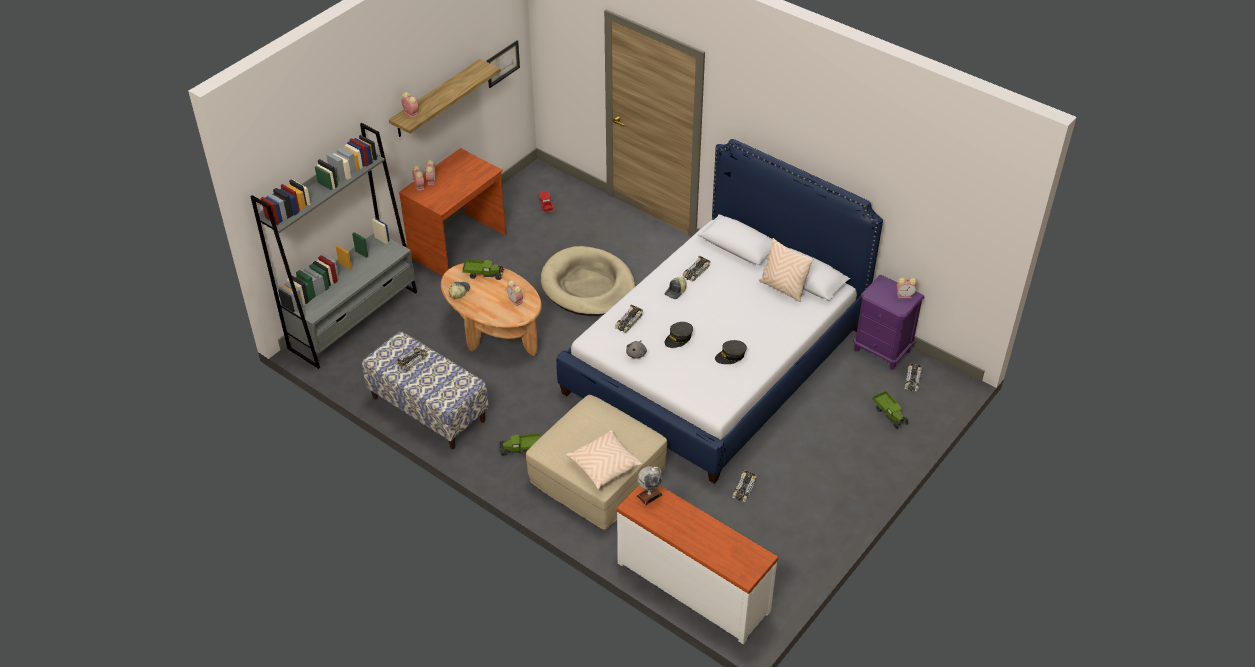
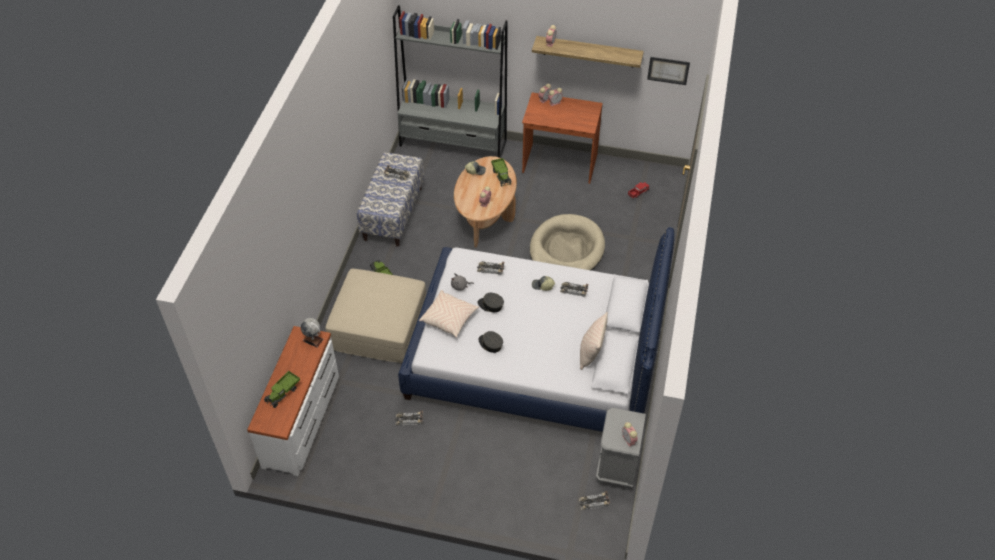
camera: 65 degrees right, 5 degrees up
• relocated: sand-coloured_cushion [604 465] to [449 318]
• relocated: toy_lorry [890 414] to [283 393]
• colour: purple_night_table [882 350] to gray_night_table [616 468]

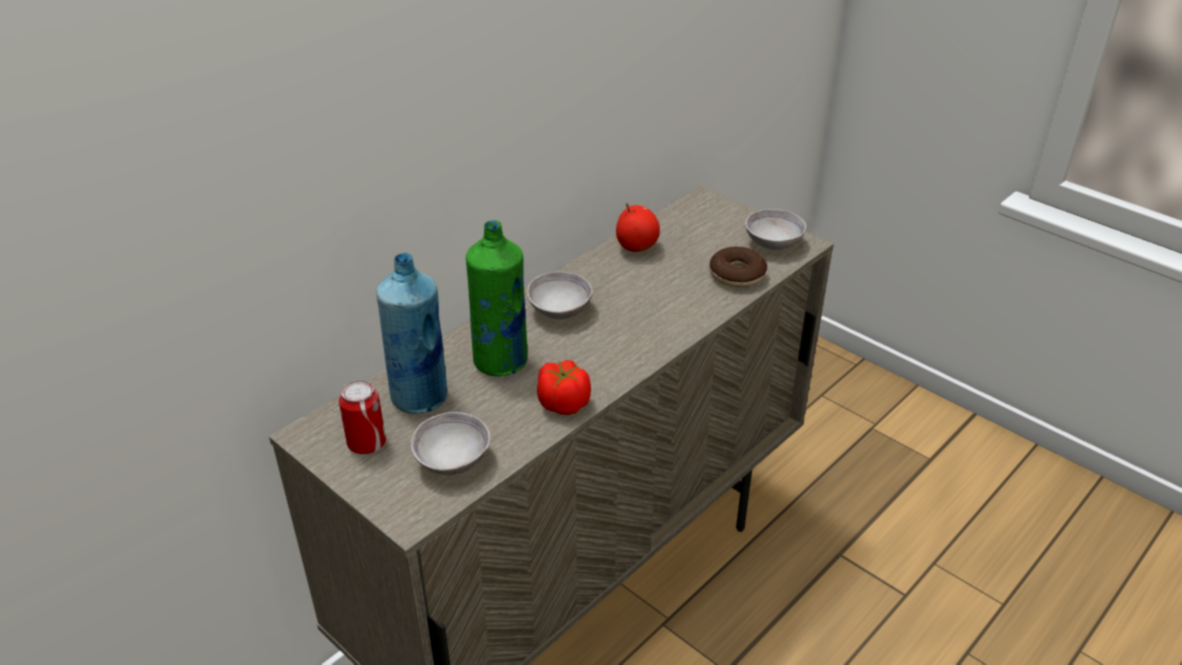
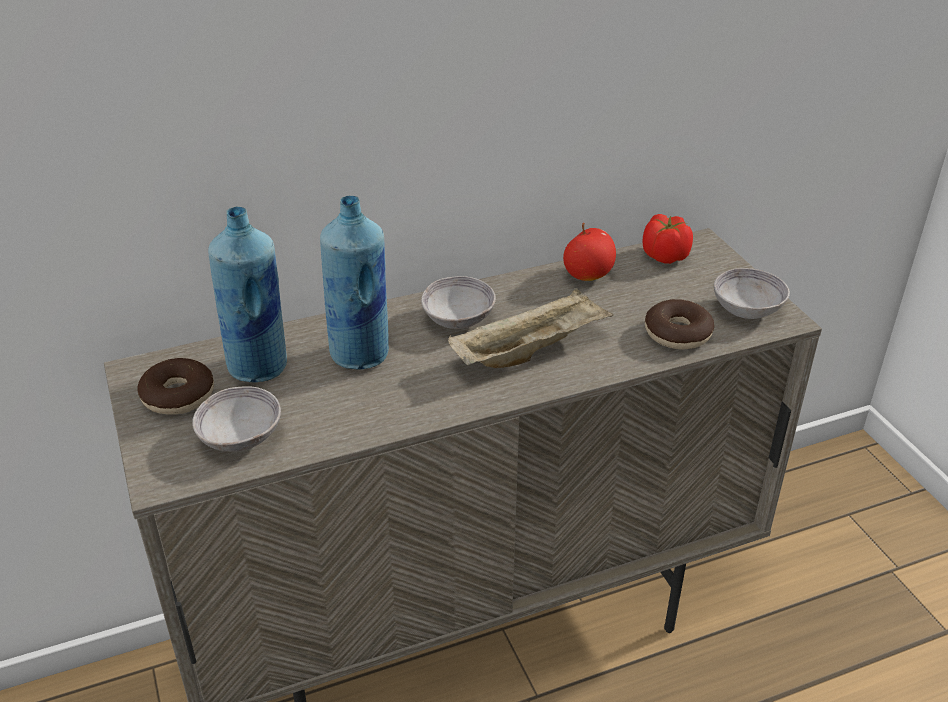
camera: 25 degrees right, 0 degrees up
• appeared: sand-coloured_carrying_tray [530 350]
• relocated: whole_tomato [563 403] to [665 255]
• exchanged: can [366 443] to donut [178 396]
• colour: greenish_drink_bottle [501 362] to bluish_drink_bottle [360 354]

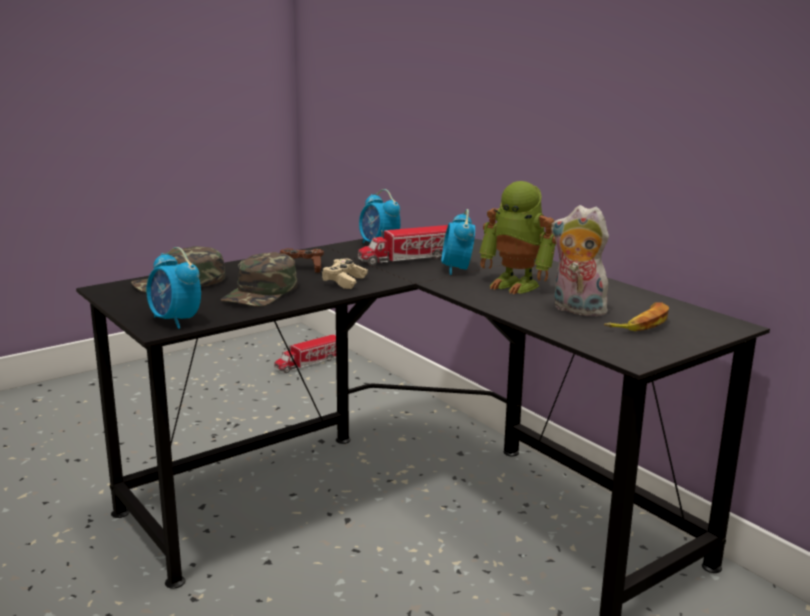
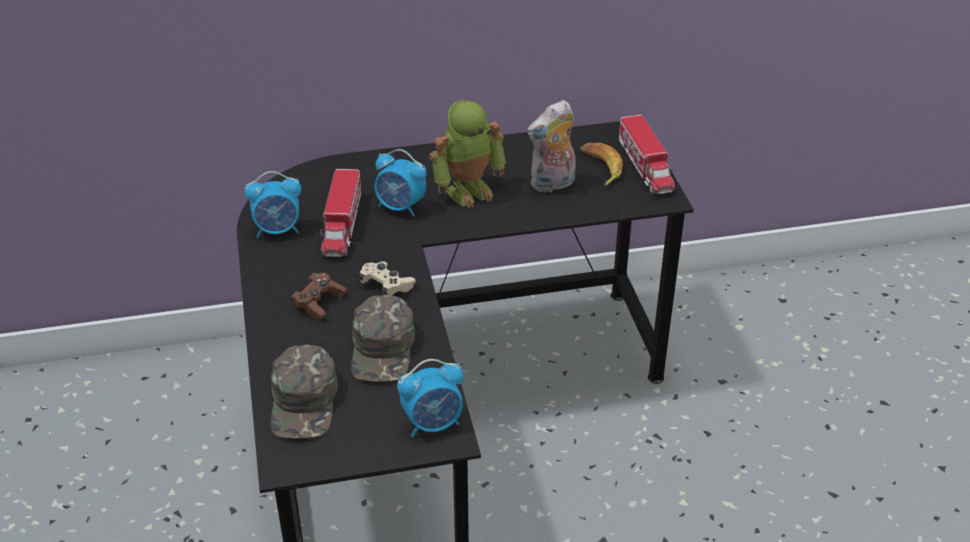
camera: 65 degrees left, 20 degrees up
• relocated: toy_lorry [309 363] to [645 166]
• spun: greenish_peaked_cap [261 293] = [383 348] 45 degrees clockwise

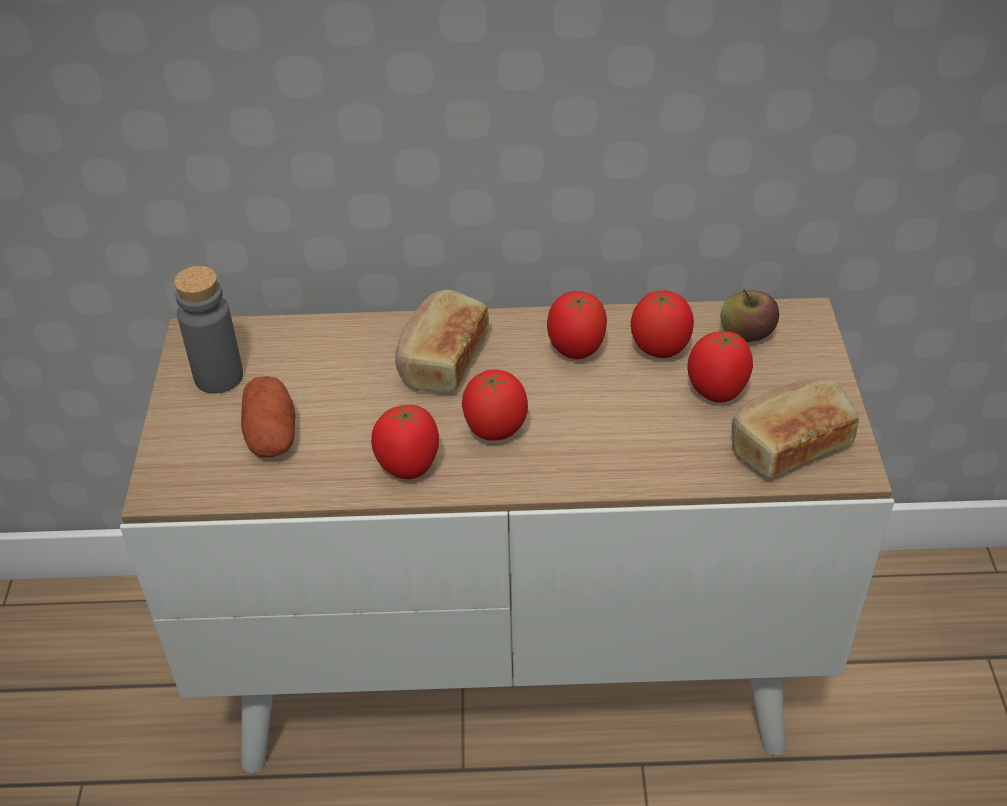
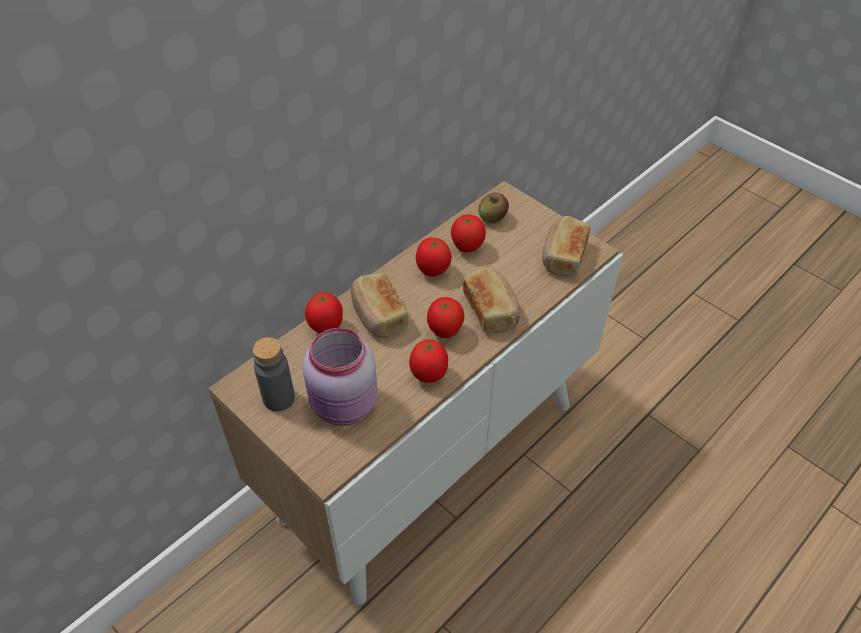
camera: 45 degrees left, 5 degrees up
• appeared: bread [491 310]
• relocated: whole_tomato [717 393] to [326 327]
• exchanged: whole_potato [271 434] to pink_preserve_jar [345 406]

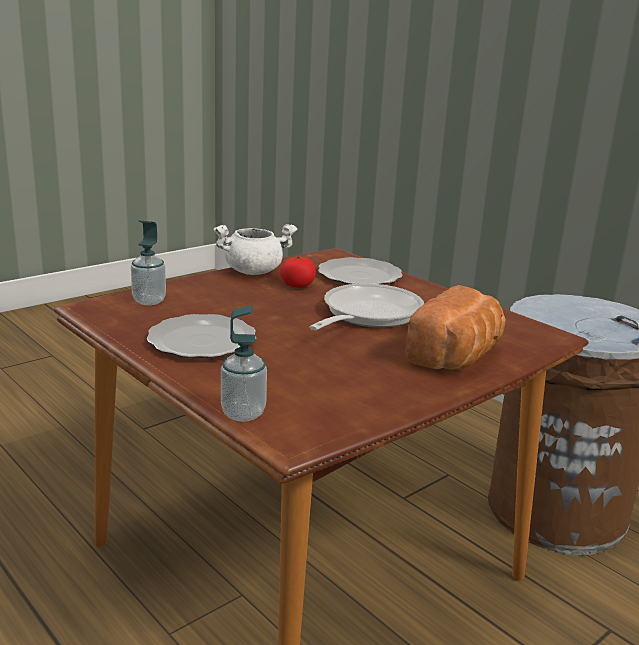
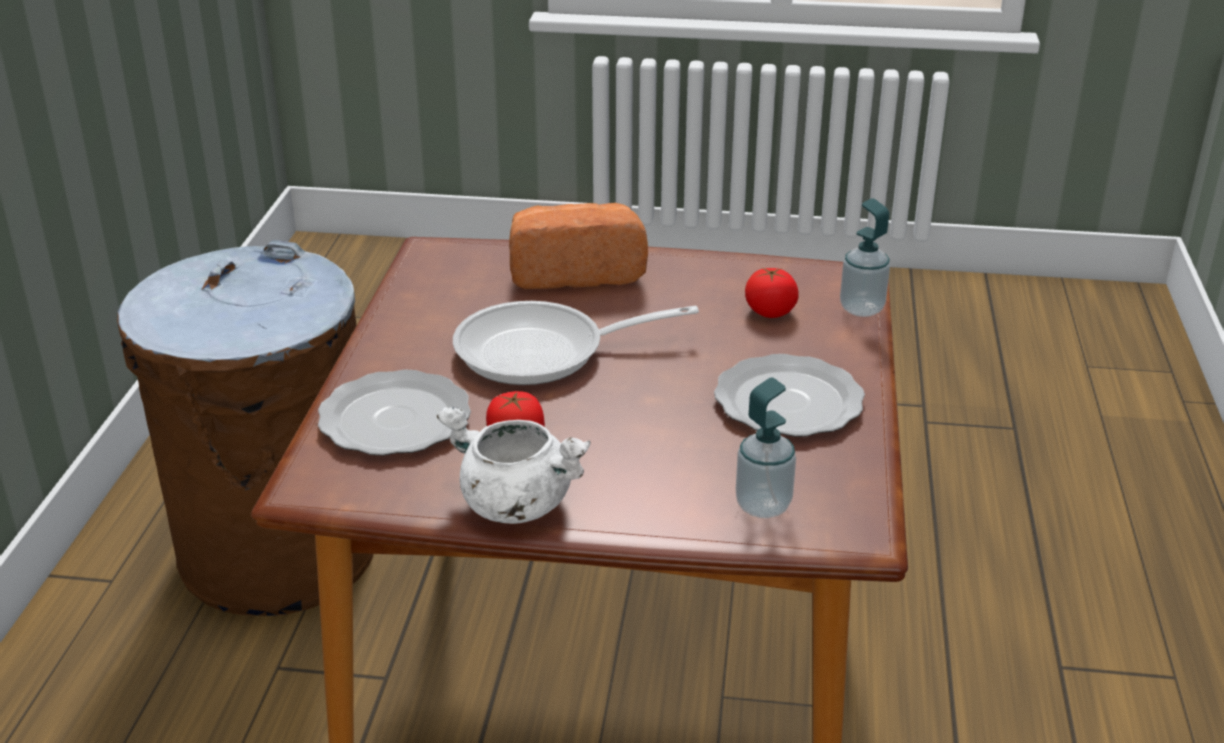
camera: 130 degrees left, 10 degrees up
• appeared: whole_tomato [770 311]

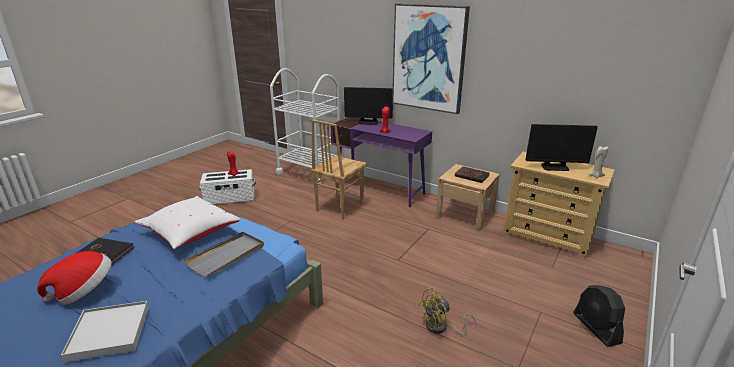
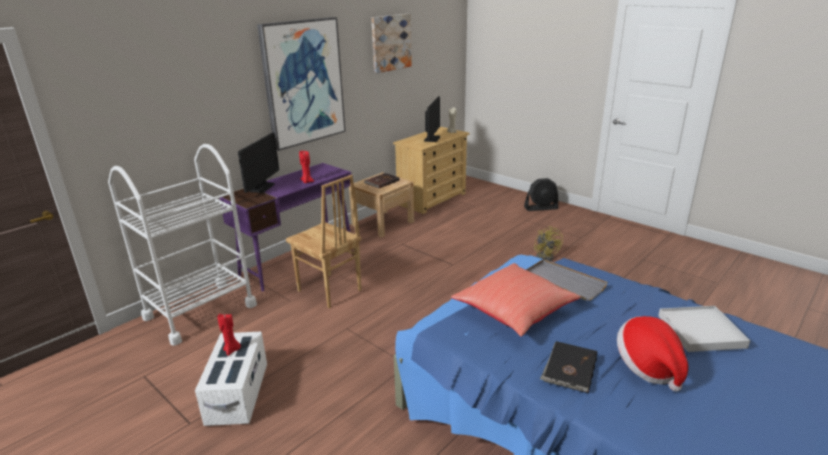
camera: 80 degrees left, 0 degrees up
• appeared: wall_picture [390 42]
• colour: whitish_cushion [190 234] to red_cushion [515 313]

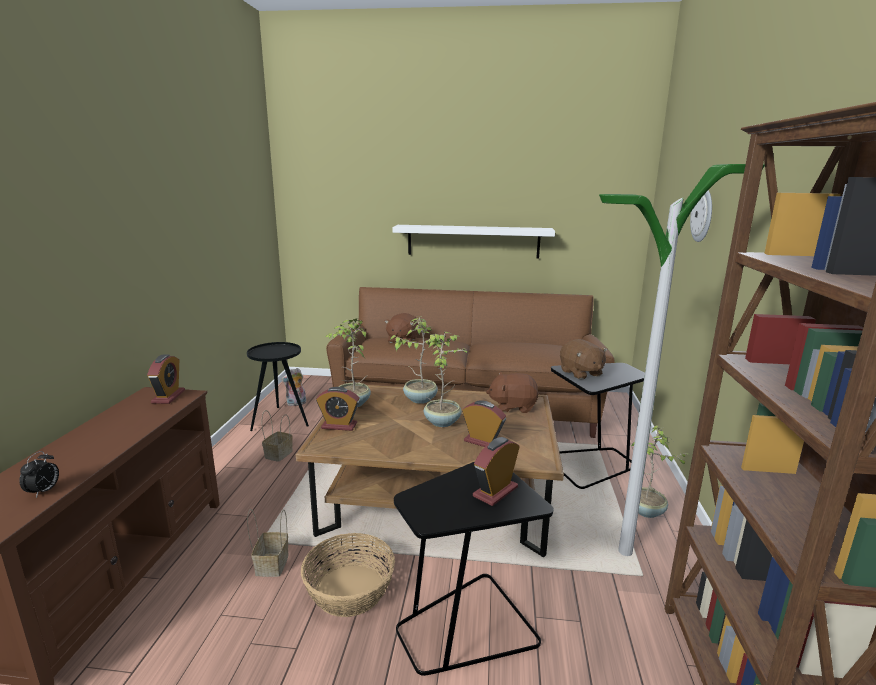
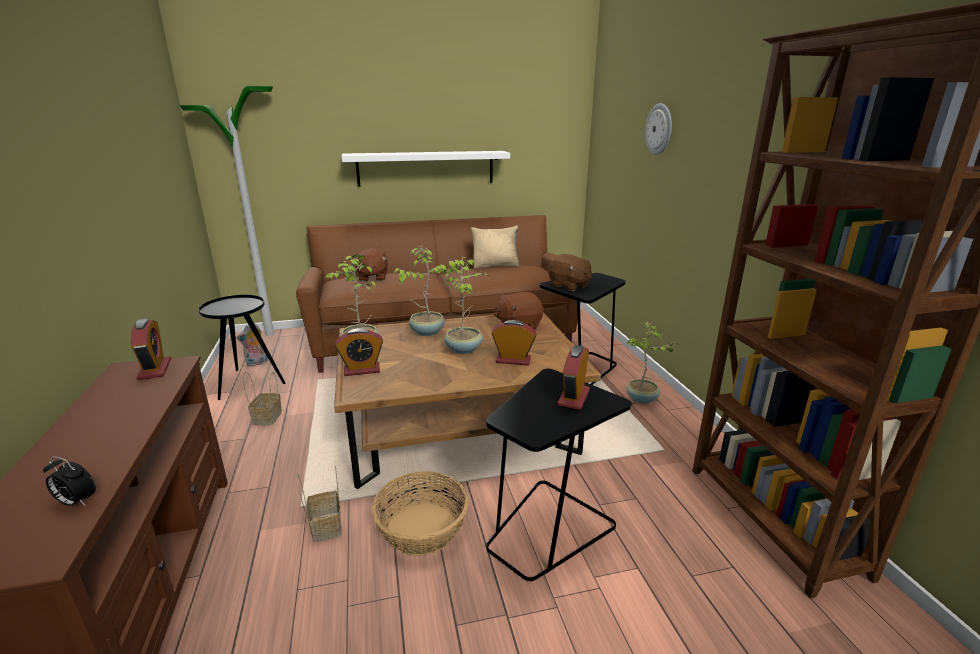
camera: 20 degrees left, 5 degrees up
• appeared: sand-coloured_cushion [496 266]
• relocated: floor_lamp [625 552] to [269 334]
• spun: alarm_clock [44 491] = [76 502] 120 degrees clockwise

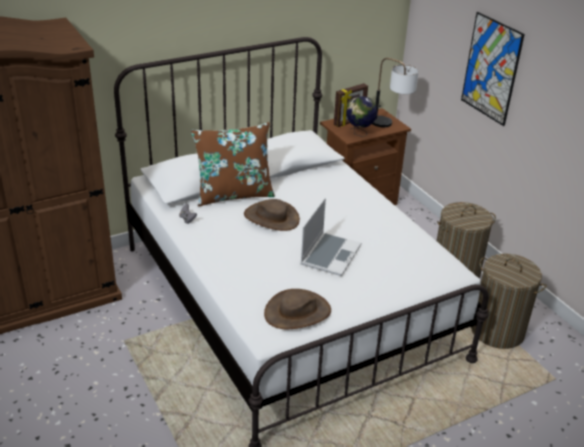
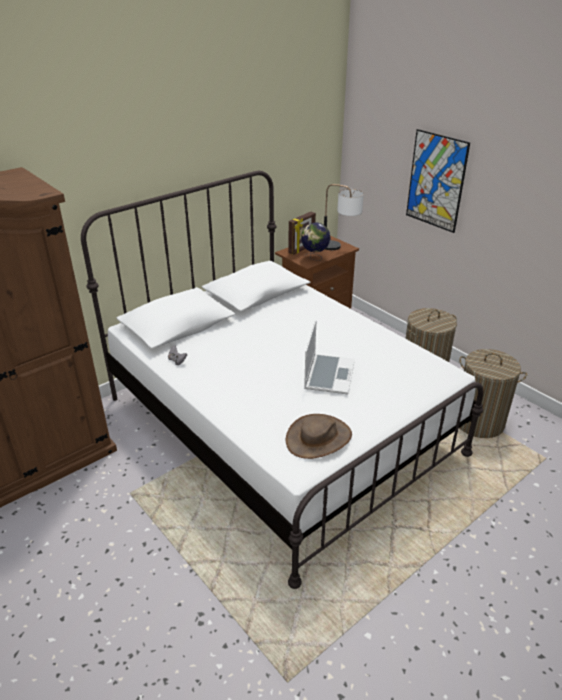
camera: 10 degrees left, 0 degrees up
• missing: brown-coloured_cushion [234 194]
• missing: brown-coloured_wearable_hat [271 217]

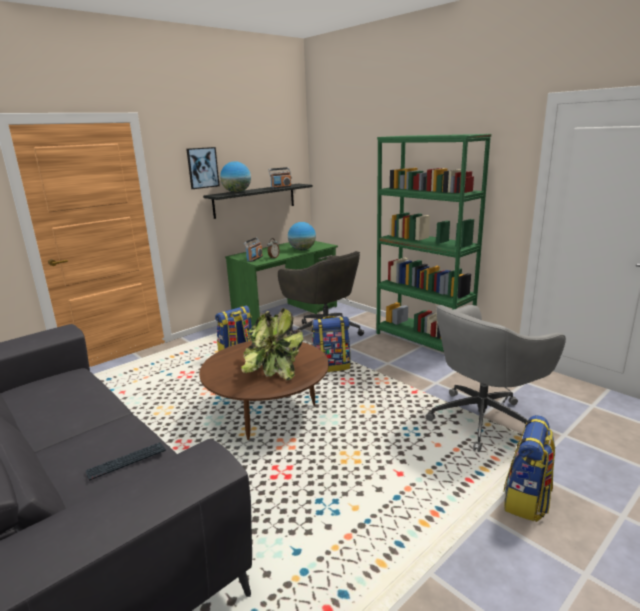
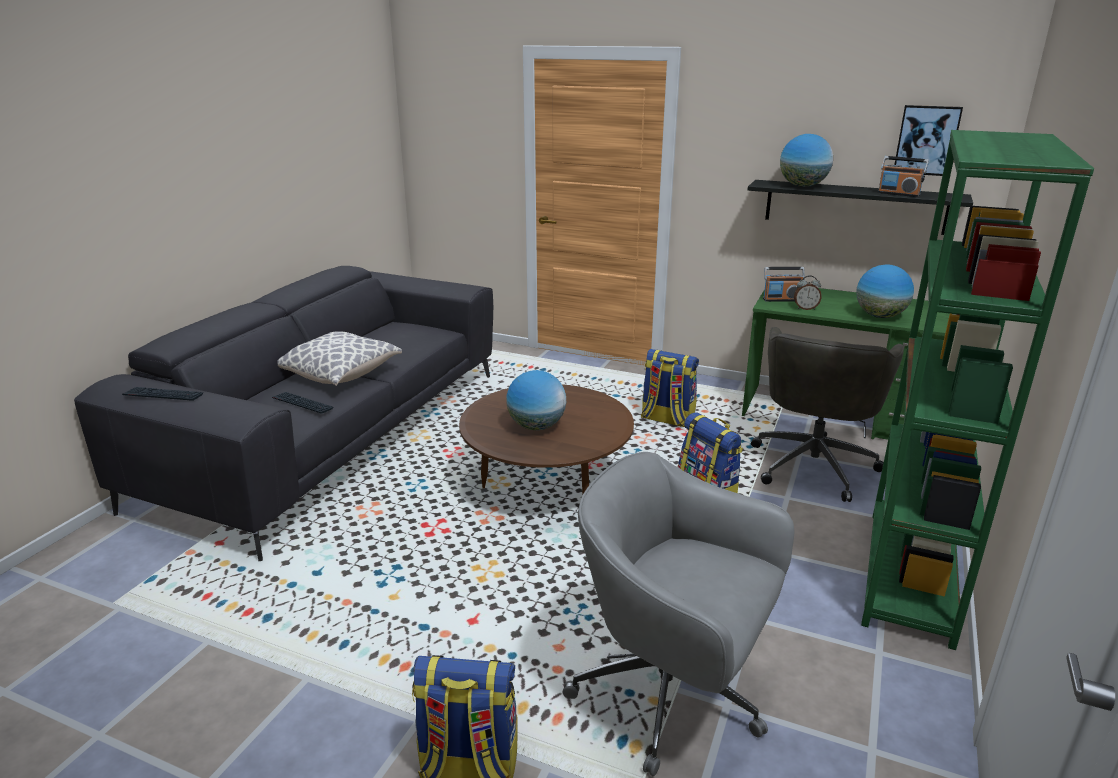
camera: 65 degrees right, 5 degrees up
• appeared: keyboard [163 395]
• appeared: cushion [341 375]
• relocated: wall_picture [202 167] to [926 140]
• exchanged: potted_plant [272 369] to desk_globe [536 426]

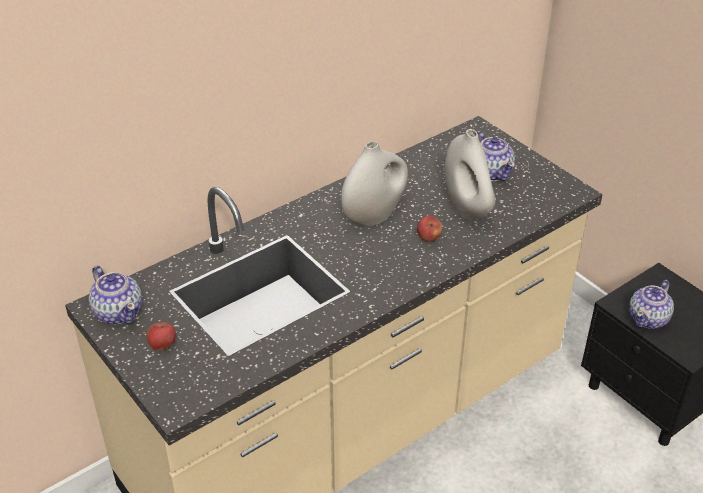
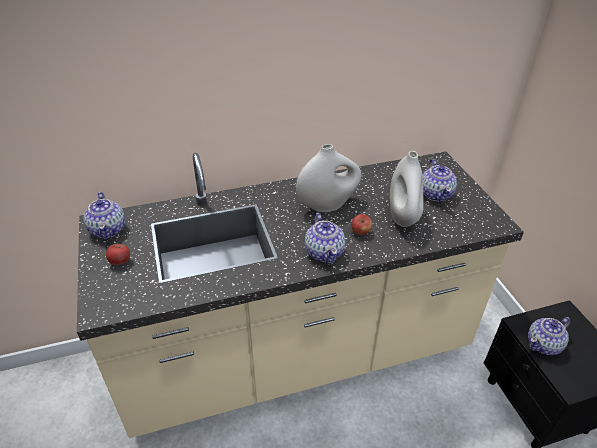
camera: 20 degrees right, 0 degrees up
• appeared: teapot [324 252]

